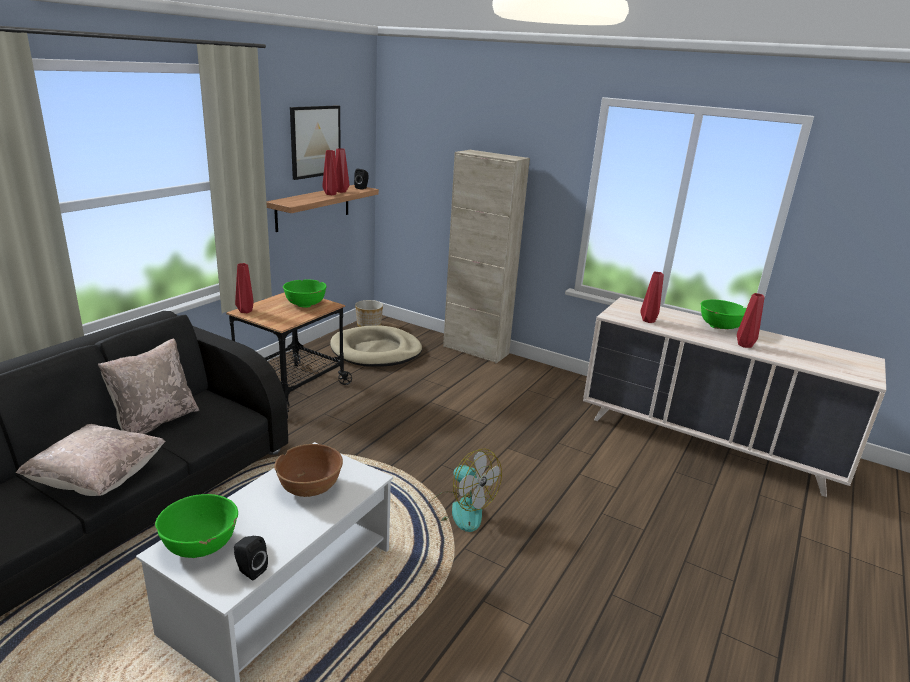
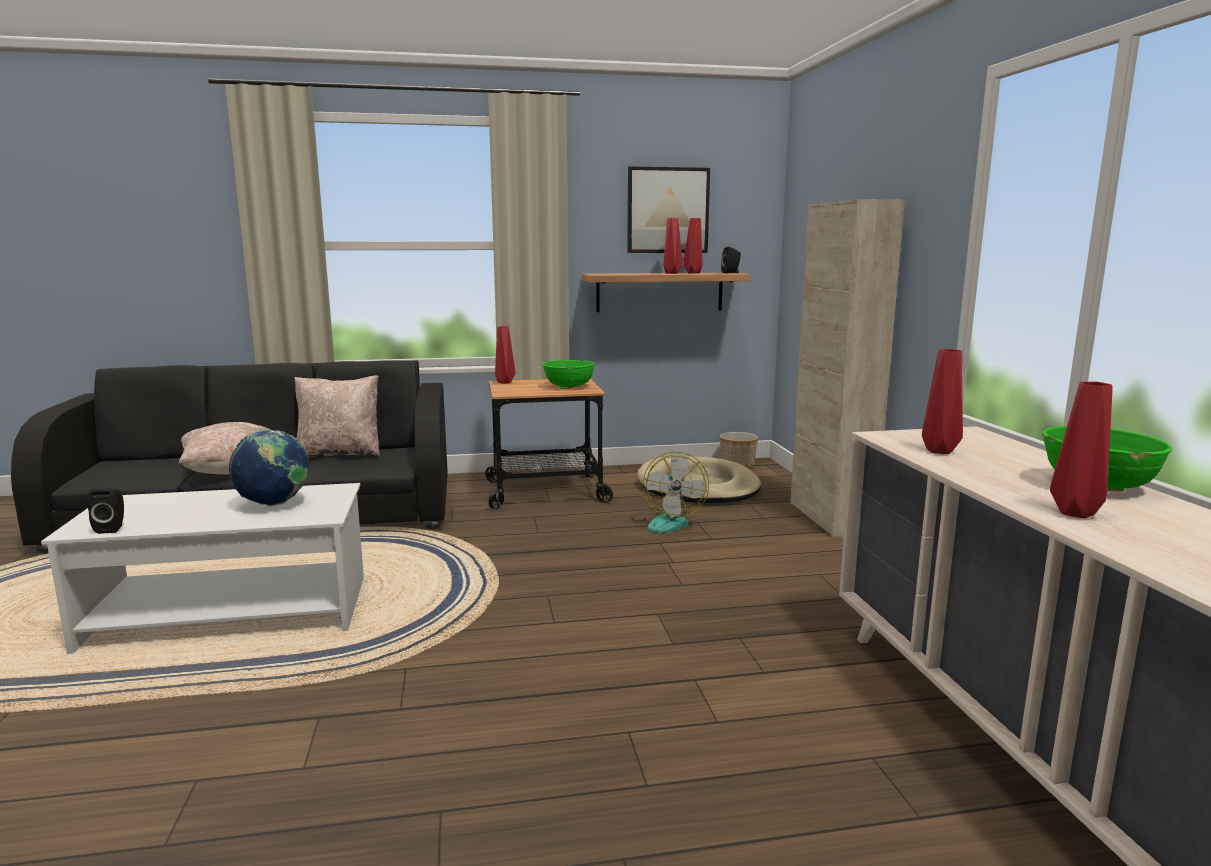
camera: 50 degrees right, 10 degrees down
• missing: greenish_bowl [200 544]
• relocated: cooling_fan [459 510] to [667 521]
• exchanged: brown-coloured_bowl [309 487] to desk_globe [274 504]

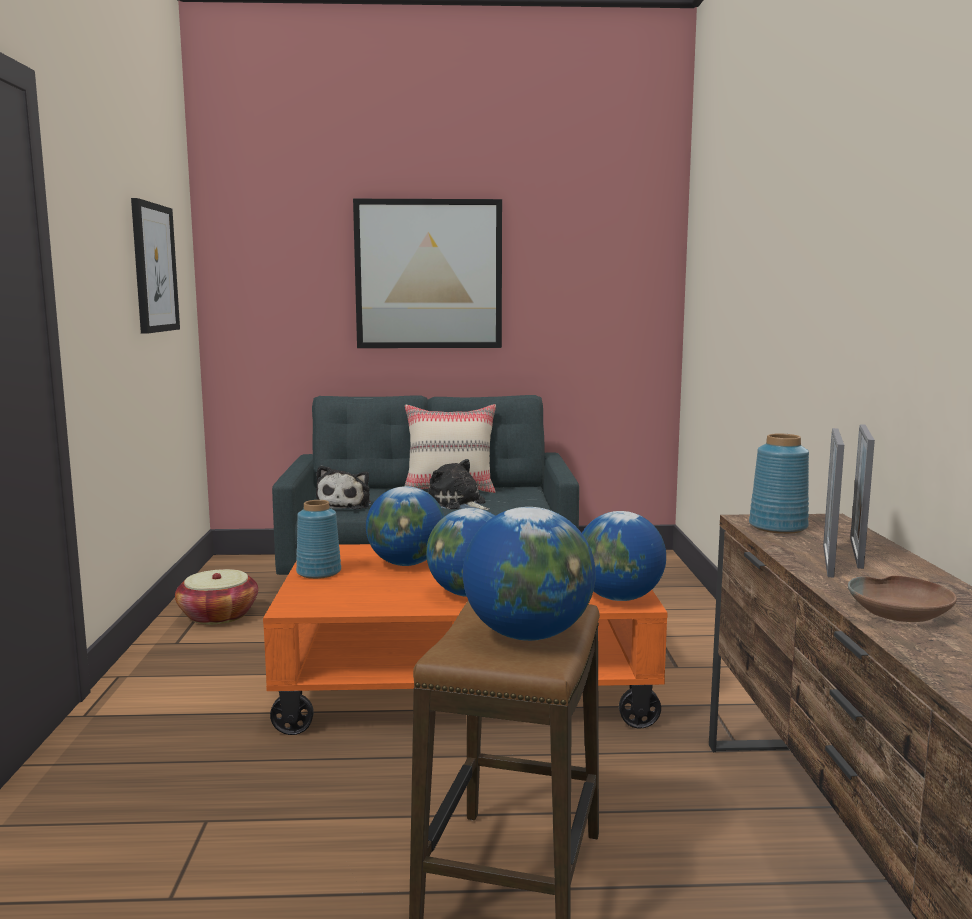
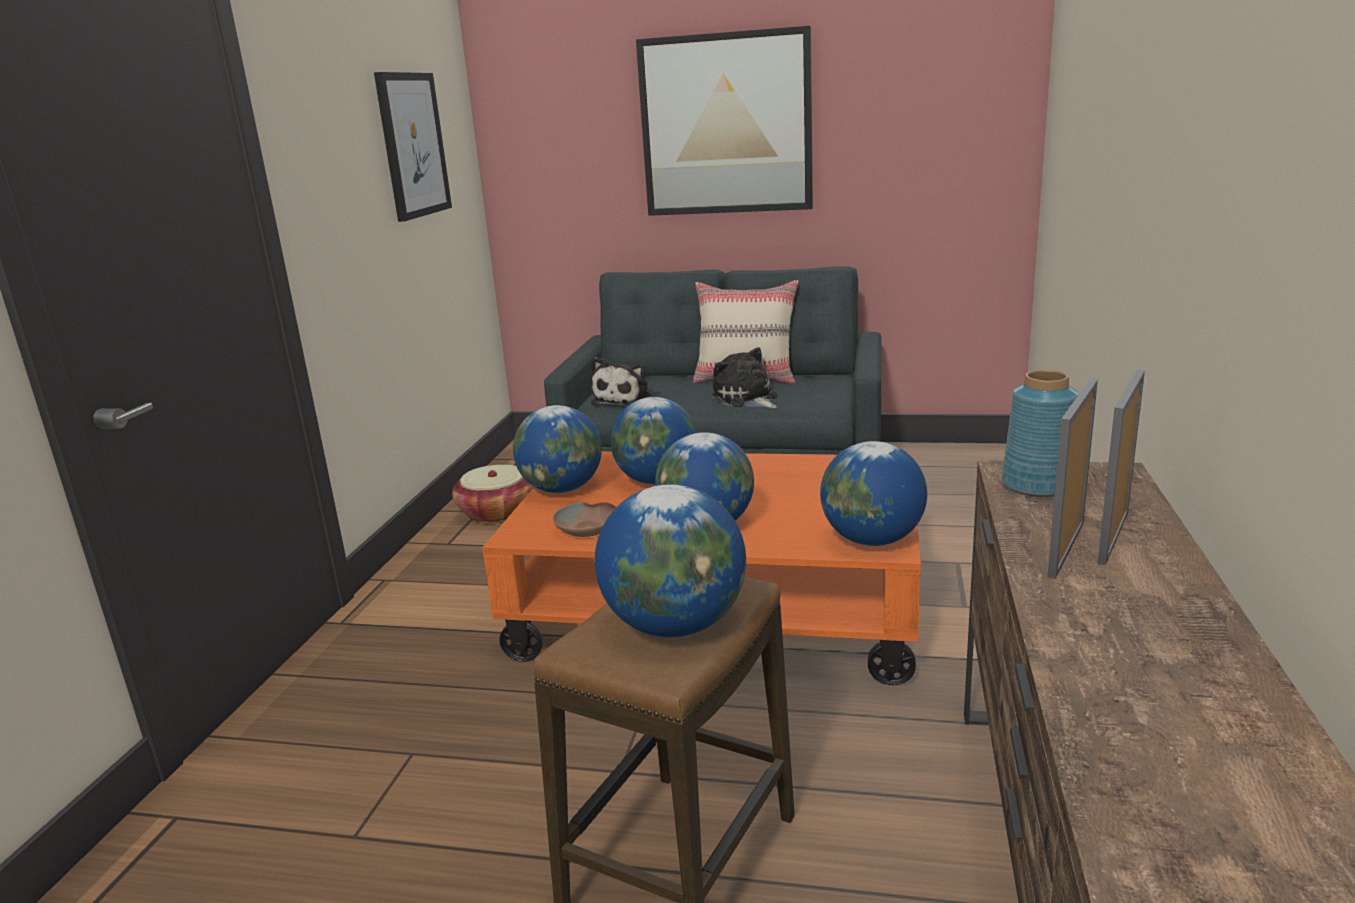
camera: 15 degrees right, 10 degrees up
• relocated: brown-coloured_bowl [901 612] to [588 529]
• exchanged: bluish_decorative_vase [319 573] to desk_globe [562 489]

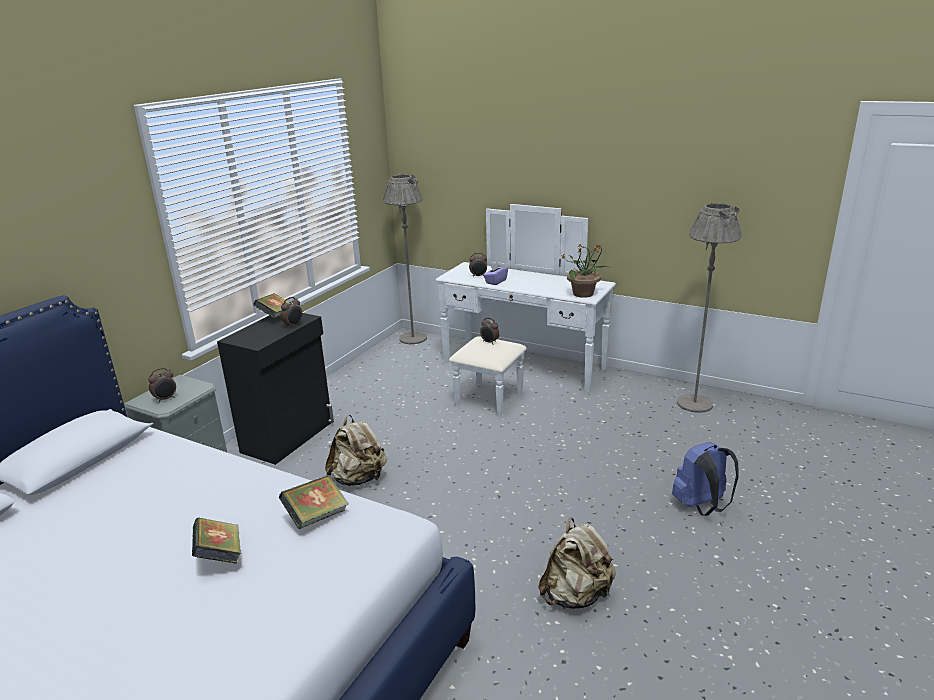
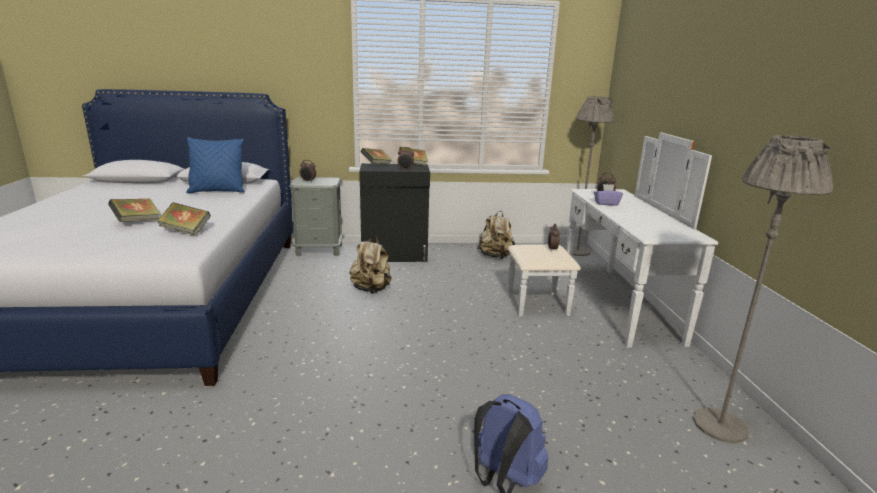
camera: 55 degrees right, 5 degrees down
• missing: potted_plant [584 294]
• appeared: bluish_cushion [217 191]
• appeared: book [376 165]
• relocated: sand-coloured_backpack [576 595] to [495 256]

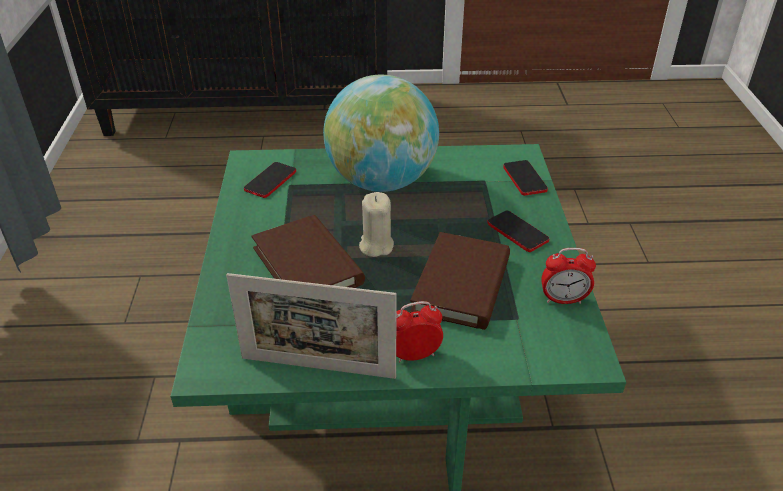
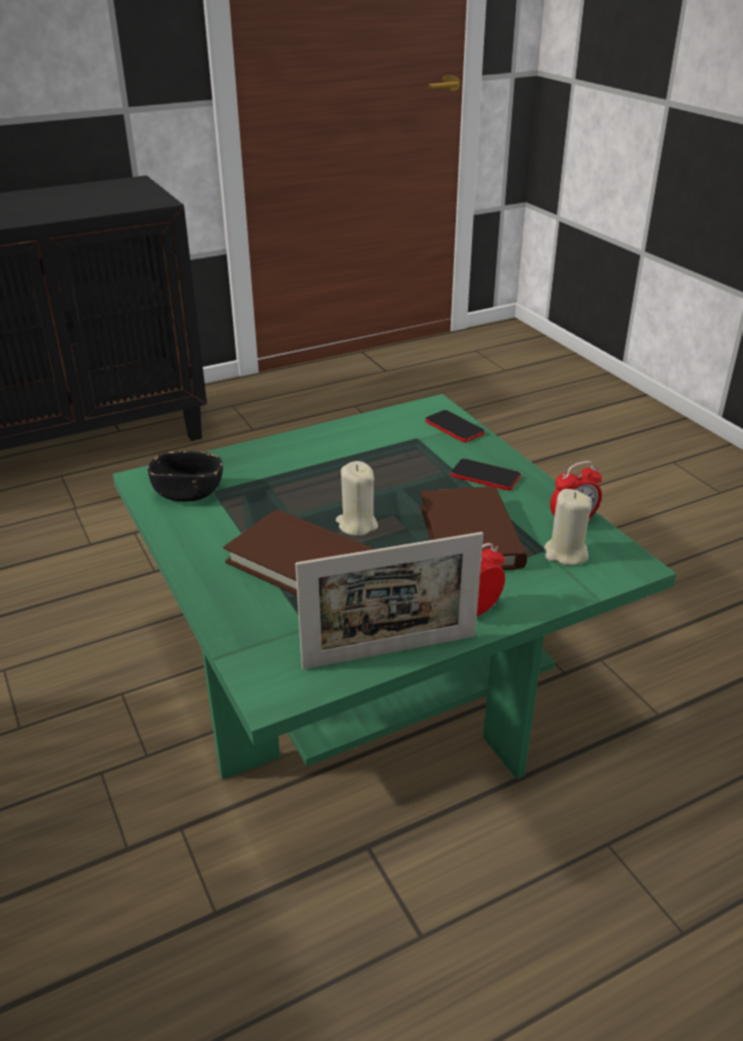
camera: 25 degrees left, 5 degrees down
• missing: desk_globe [381 181]
• appeared: sand-coloured_wax_candle [565 554]
• exchanged: telephone [270 181] to black-coloured_bowl [188 492]

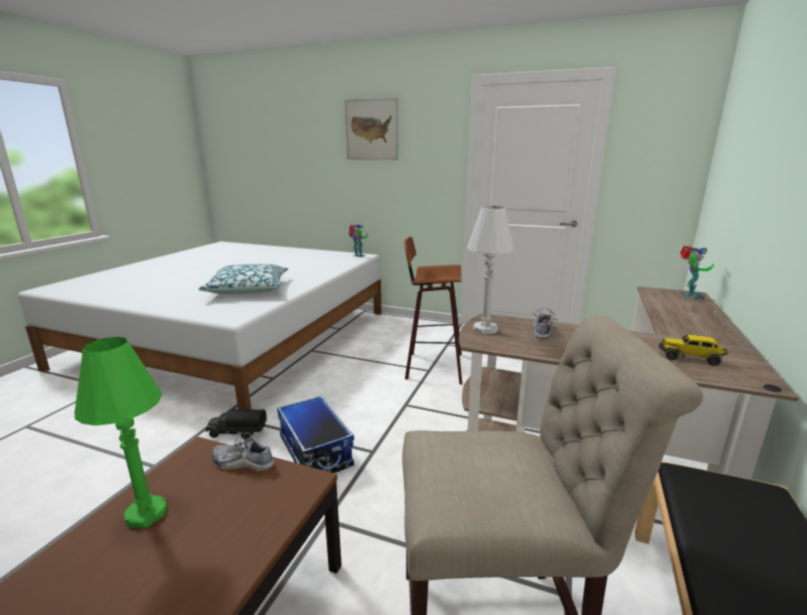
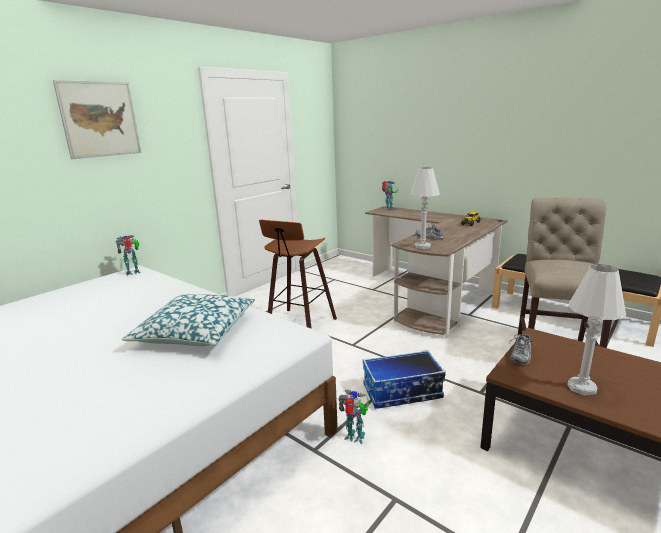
camera: 70 degrees left, 0 degrees up
• exchanged: toy_lorry [237 433] to model_robot [355 438]
• colour: greenish_tabletop_lamp [146 514] to whitish_tabletop_lamp [582 388]

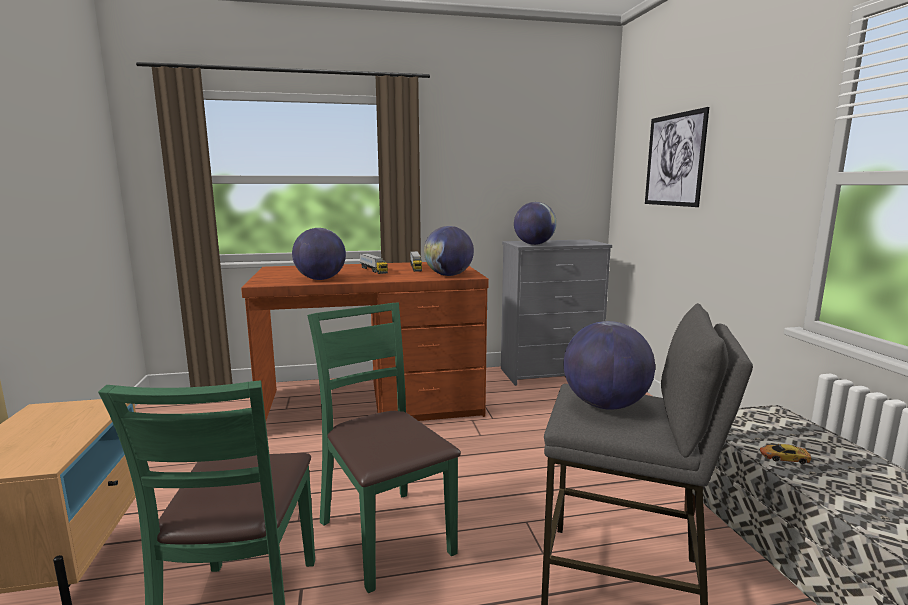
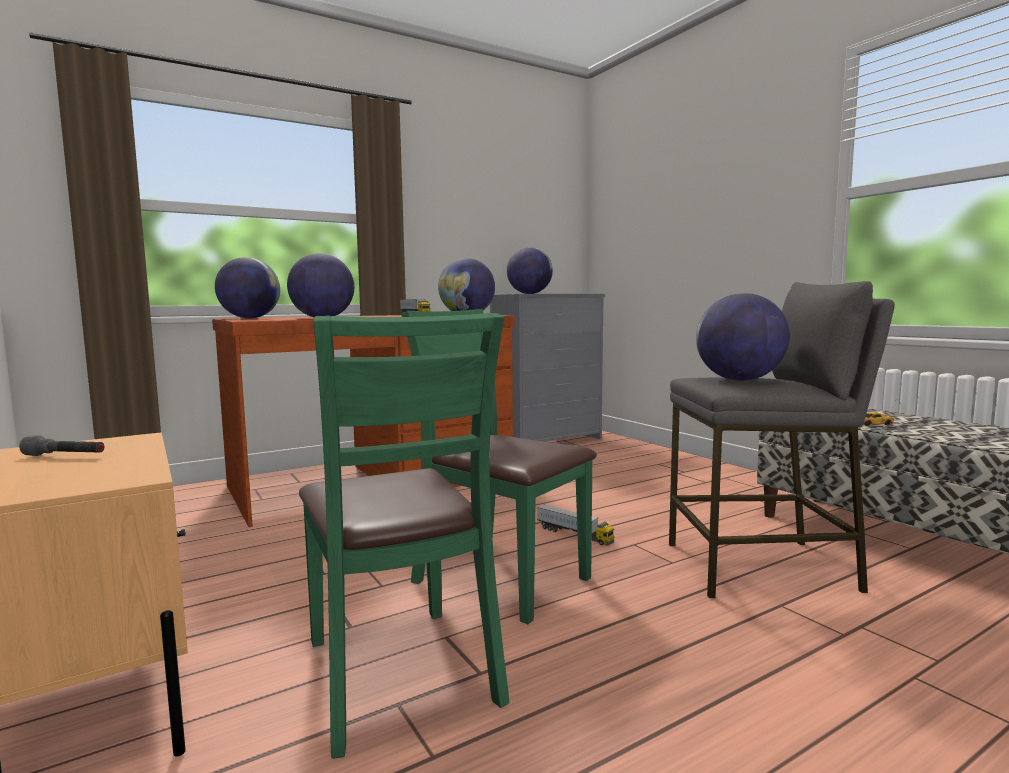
camera: 20 degrees left, 5 degrees down
• missing: wall_picture [674 160]
• appeared: gray_hand_torch [65 456]
• appeared: desk_globe [250 318]
• relocated: toy_lorry [373 270] to [574 534]

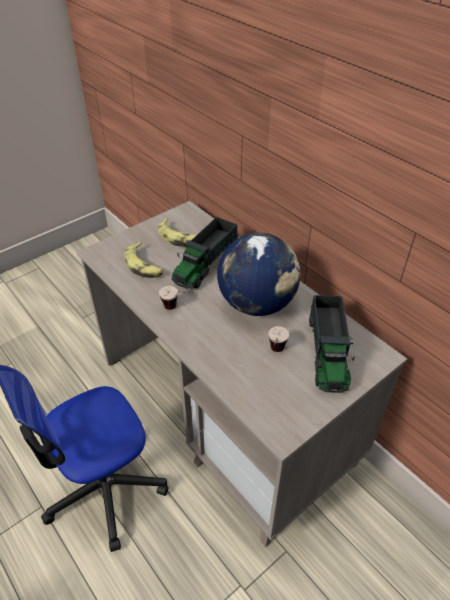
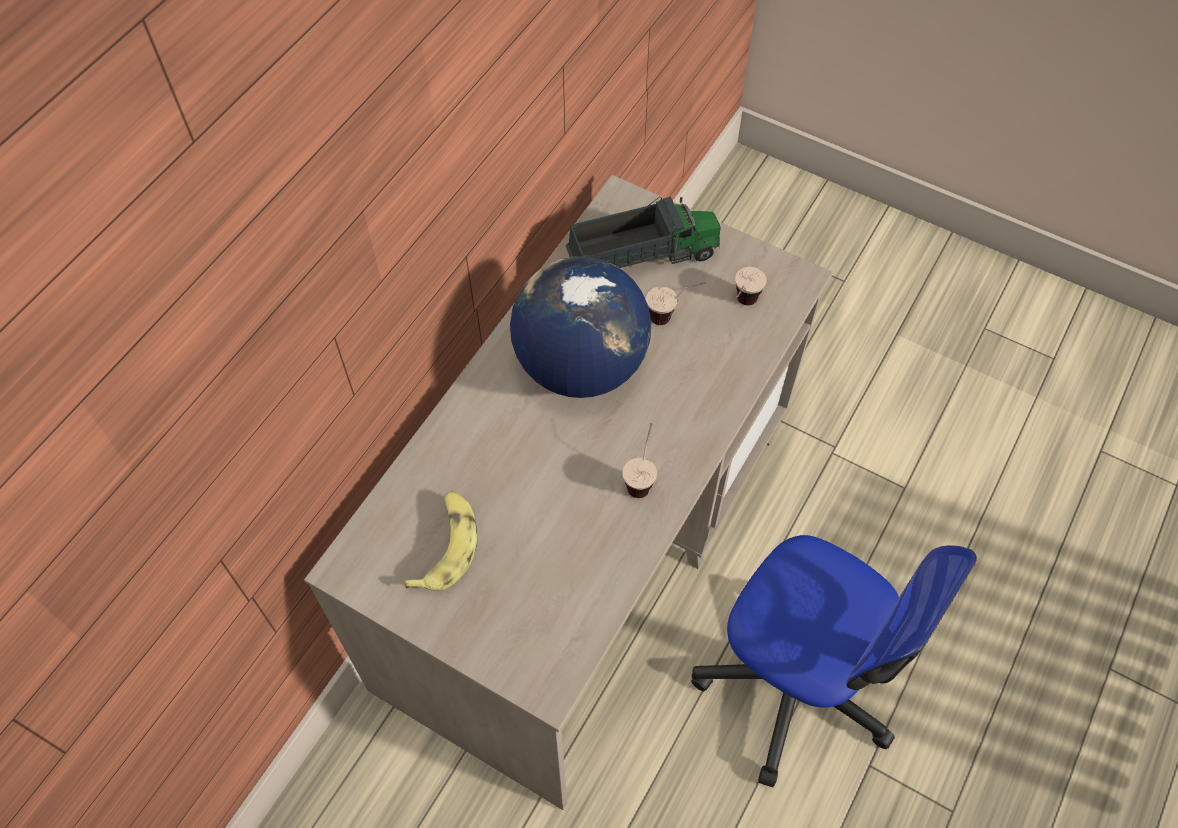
camera: 110 degrees left, 15 degrees up
• missing: whole_banana [144 266]
• missing: toy_lorry [206 264]
• appeared: cup [742 306]

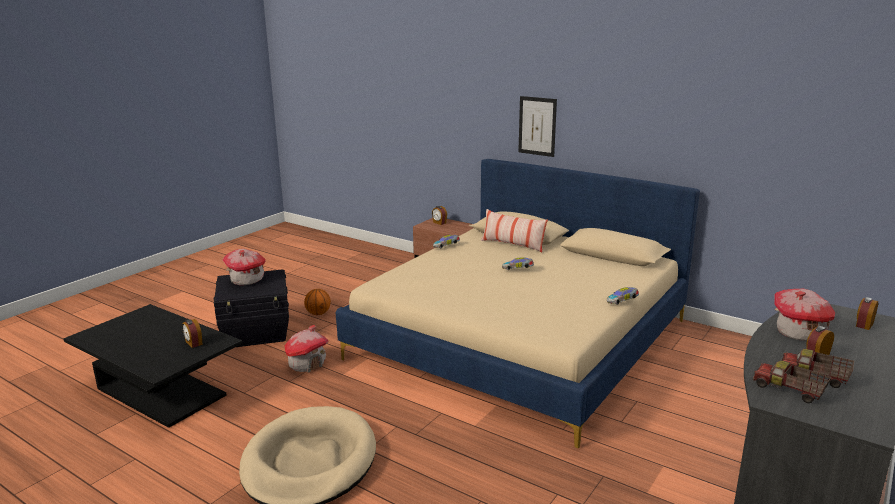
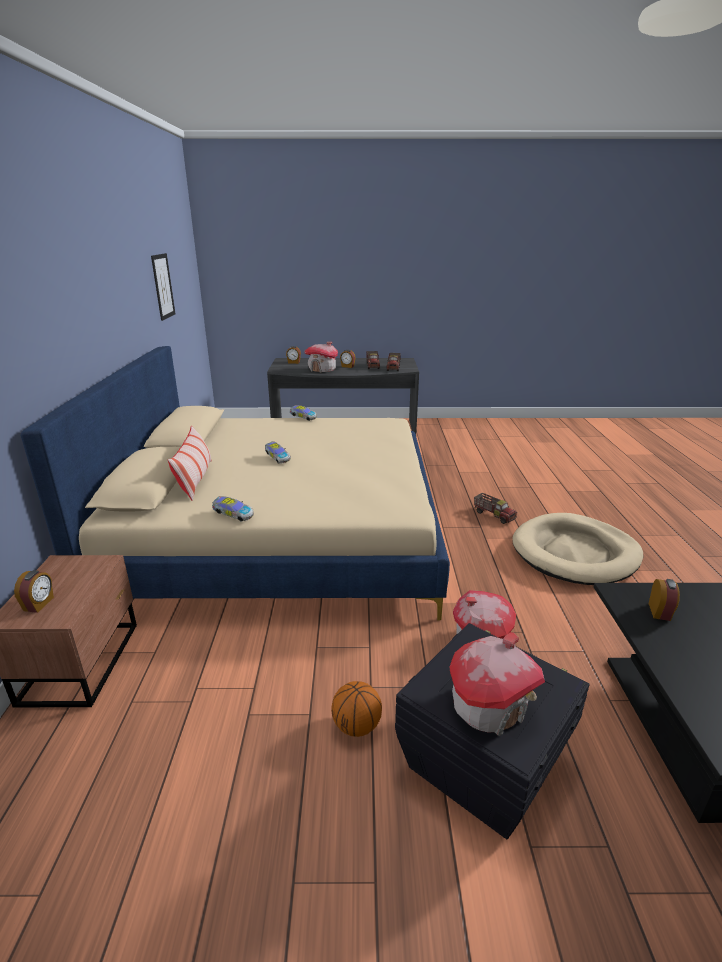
camera: 125 degrees left, 5 degrees up
• appeared: toy_lorry [494 515]
• relocated: wall_picture [537 126] to [163 286]

